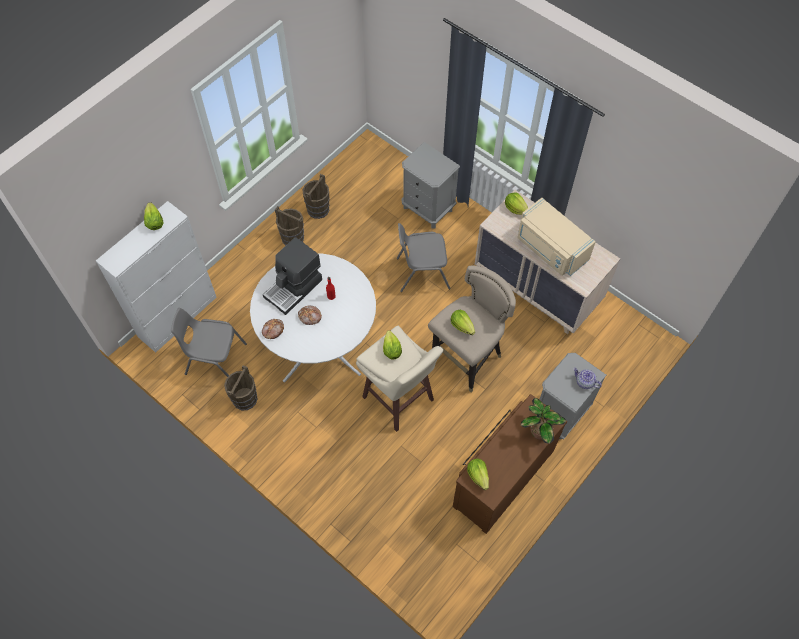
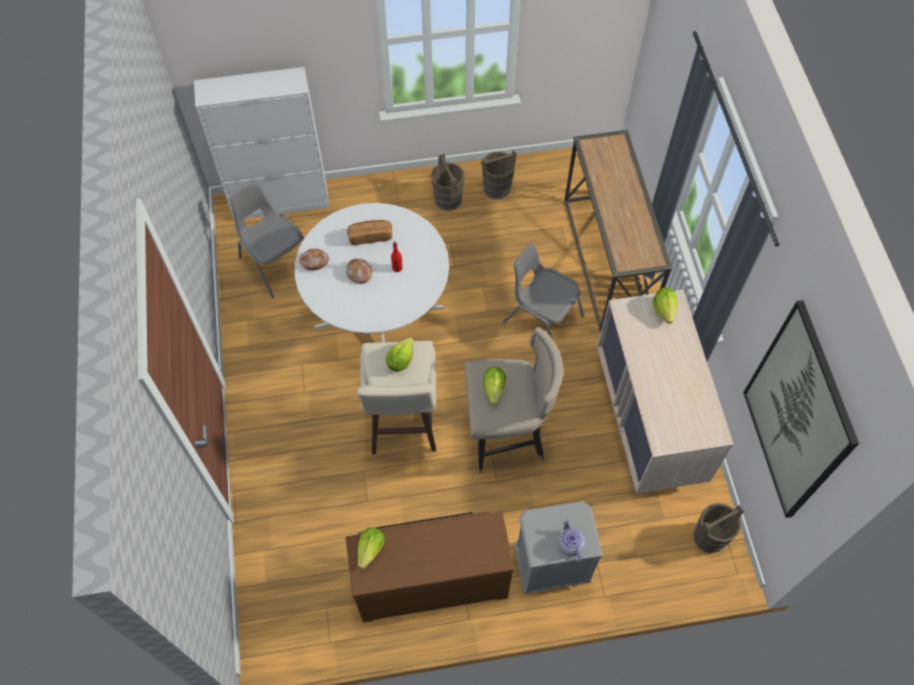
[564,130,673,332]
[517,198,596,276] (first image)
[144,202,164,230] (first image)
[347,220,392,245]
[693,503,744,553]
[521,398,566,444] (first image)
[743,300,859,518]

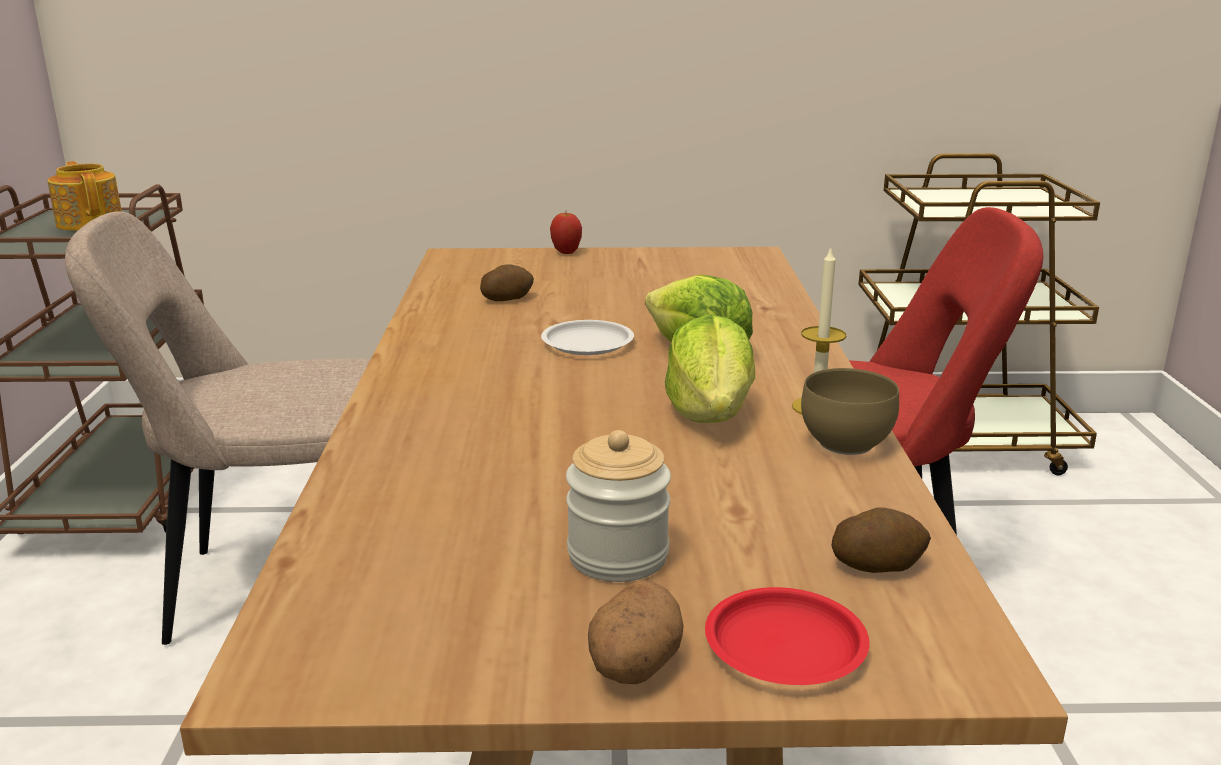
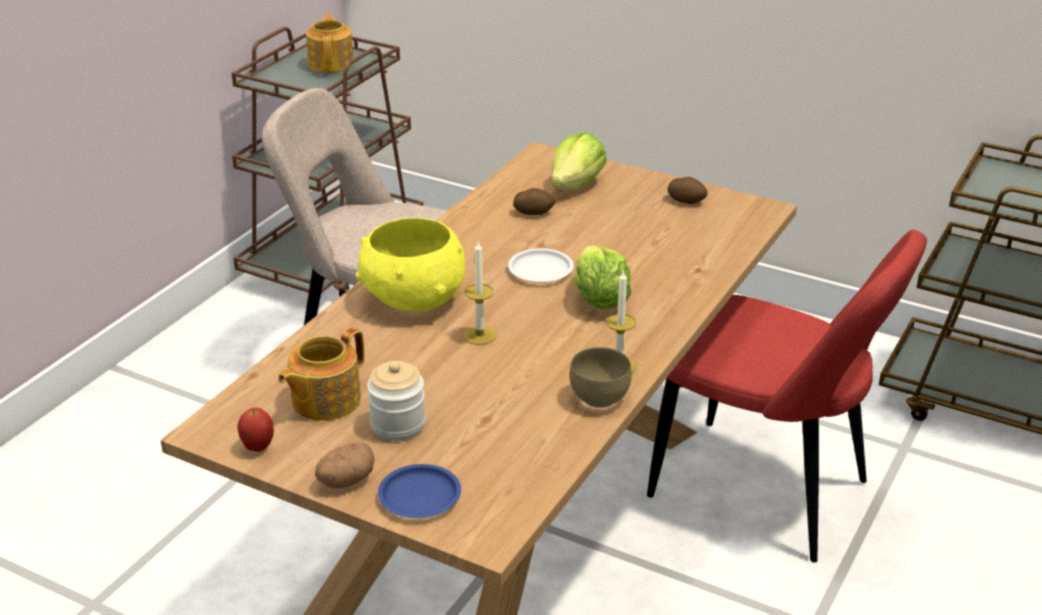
[237,408,274,452]
[552,132,607,190]
[667,177,708,204]
[378,464,461,518]
[356,218,465,312]
[463,242,497,345]
[278,327,365,420]

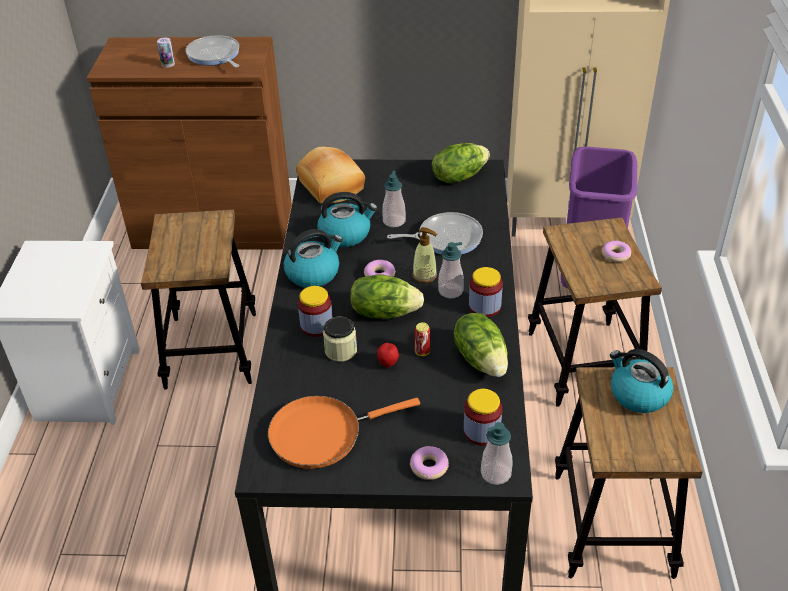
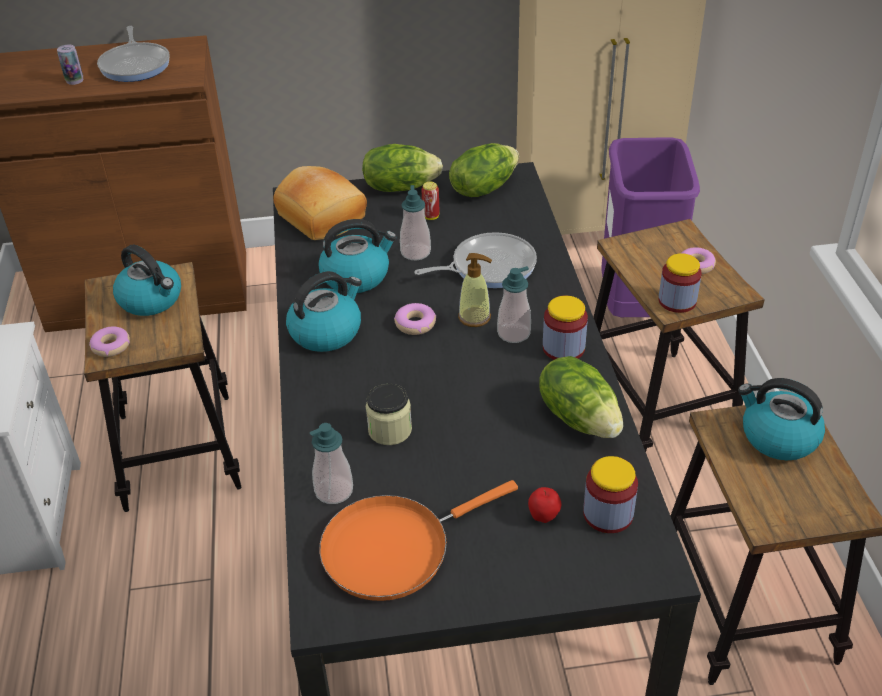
[97,26,170,82]
[362,144,443,192]
[659,253,702,313]
[421,182,439,220]
[528,487,561,523]
[309,423,353,504]
[89,327,130,357]
[113,245,181,316]

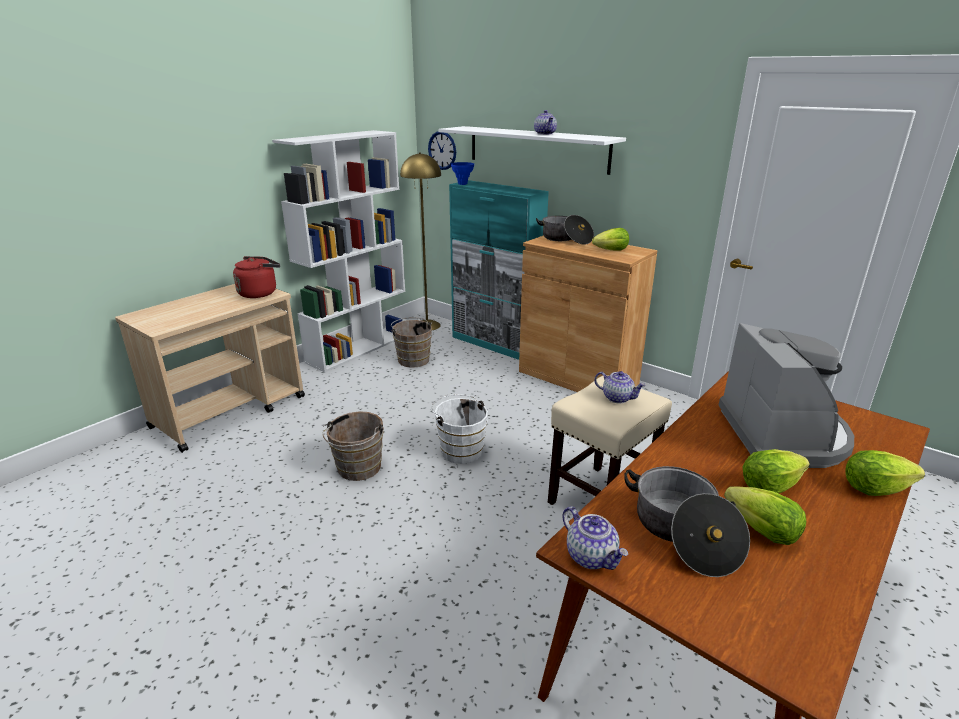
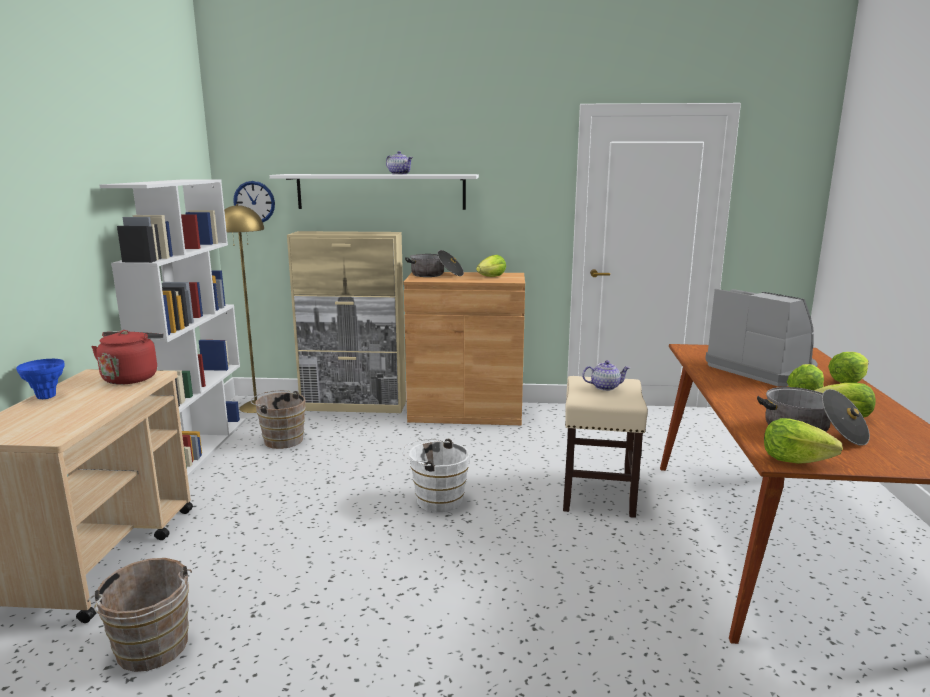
[16,359,65,399]
[287,231,406,413]
[88,558,192,672]
[764,418,843,464]

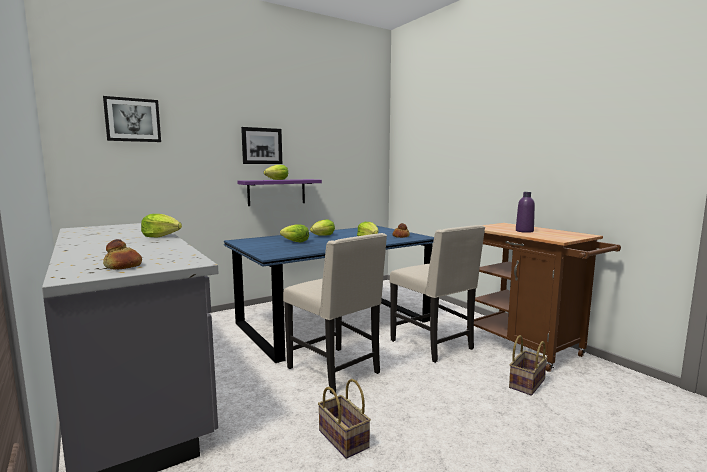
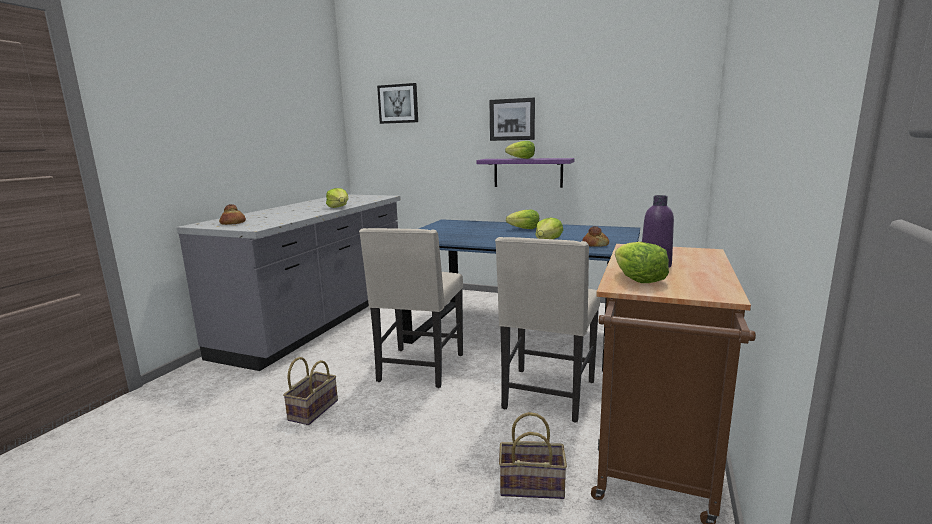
[615,242,669,283]

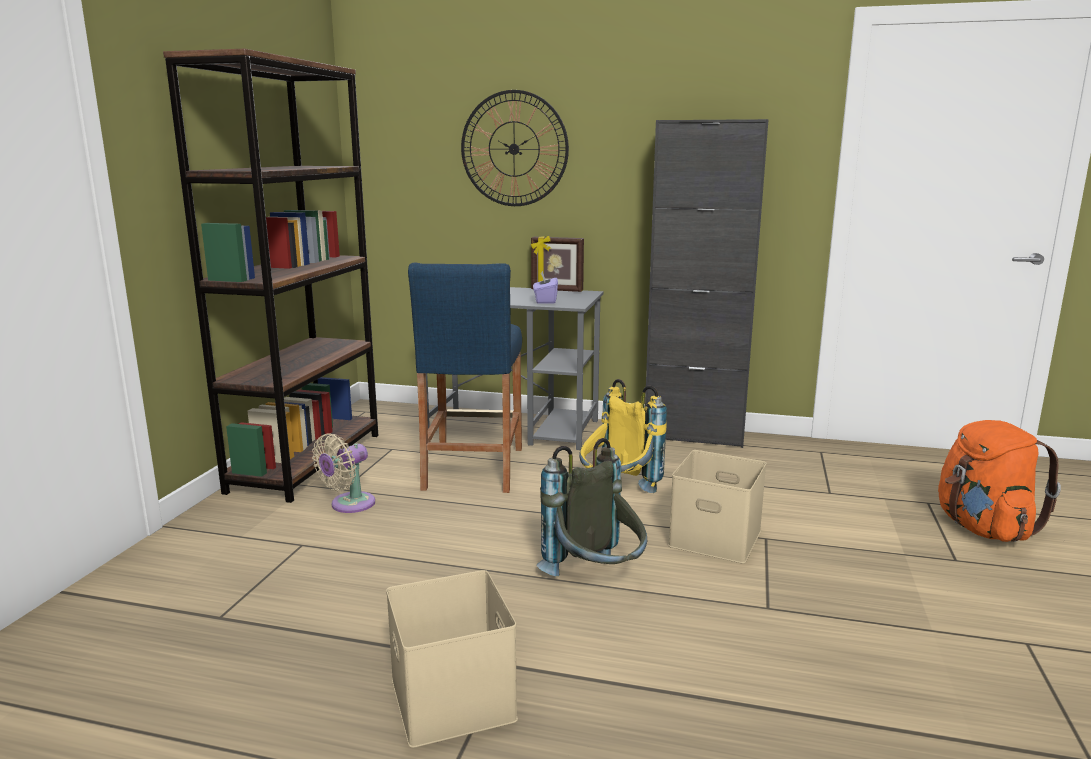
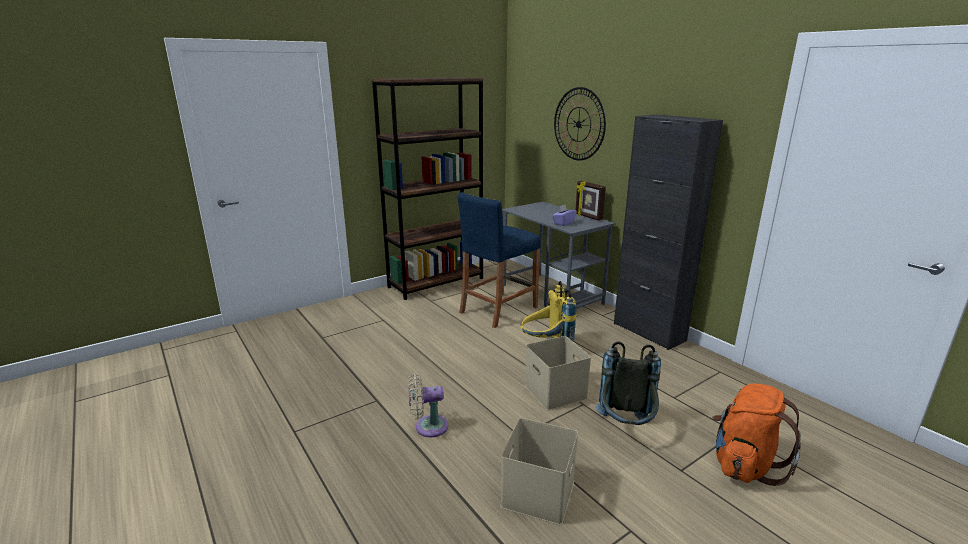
[408,373,448,437]
[595,341,661,425]
[500,418,578,525]

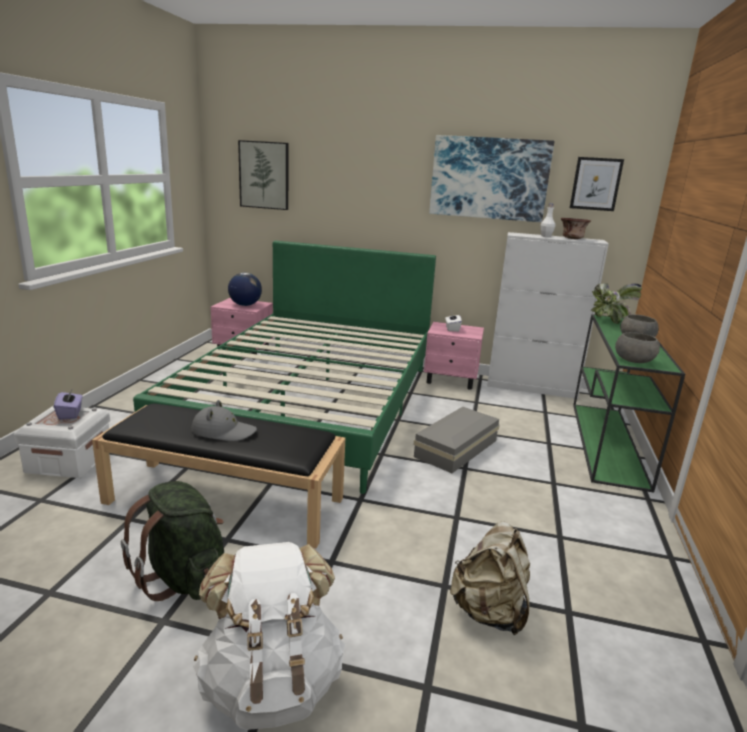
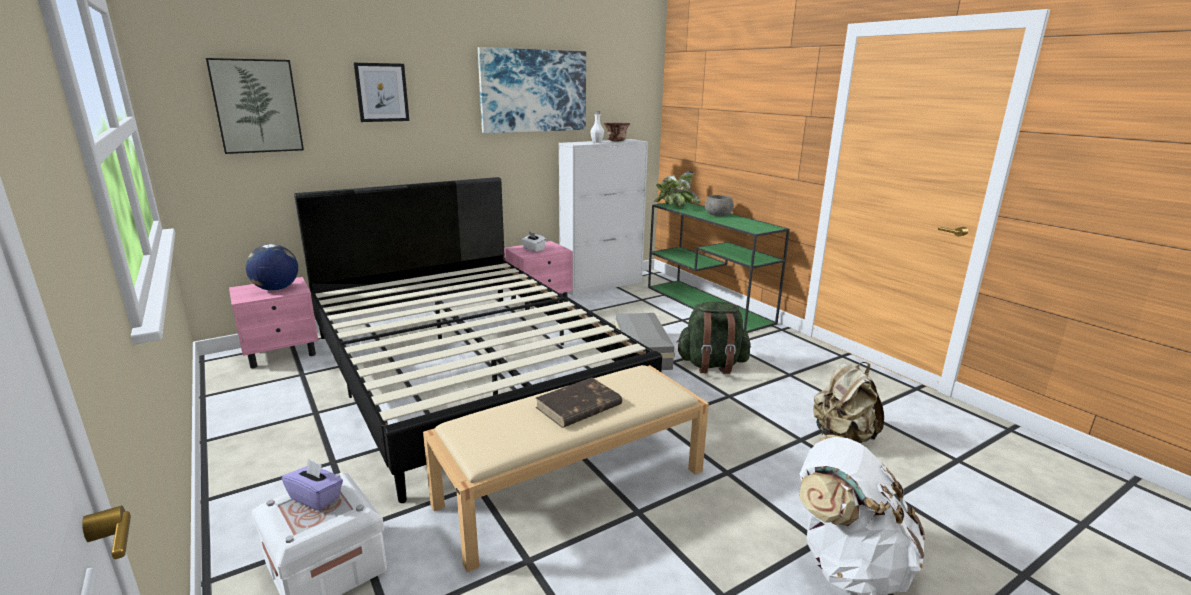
[354,63,409,122]
[294,177,662,503]
[615,332,660,363] (first image)
[535,377,622,428]
[423,365,709,573]
[676,301,751,374]

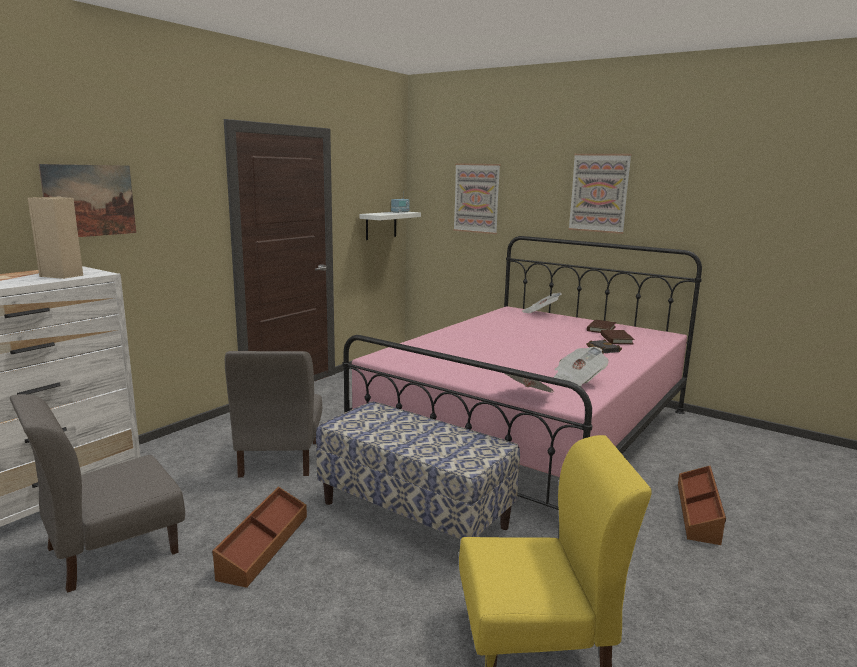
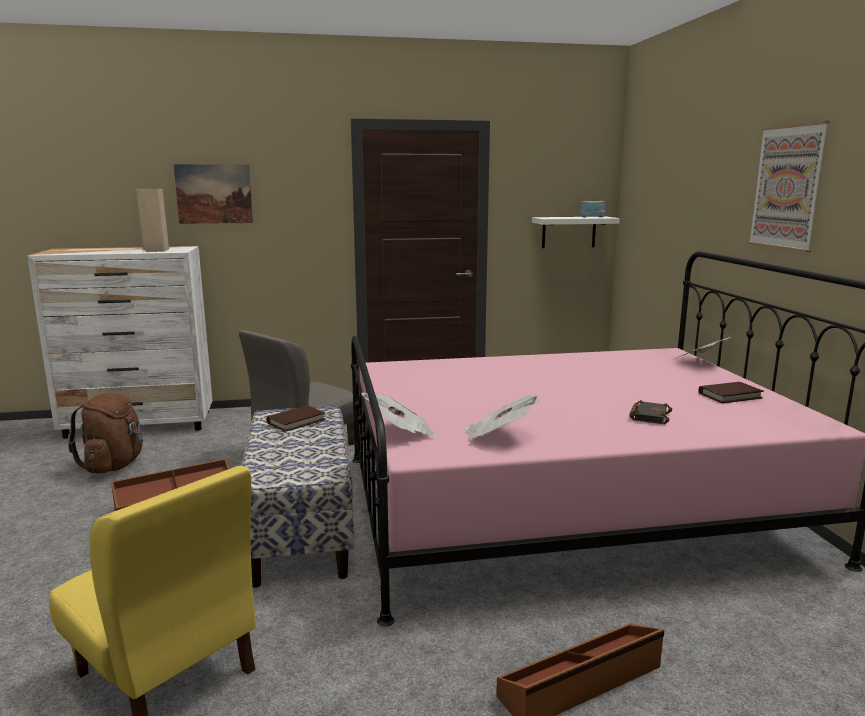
[453,163,500,234] (first image)
[267,405,326,432]
[68,393,143,474]

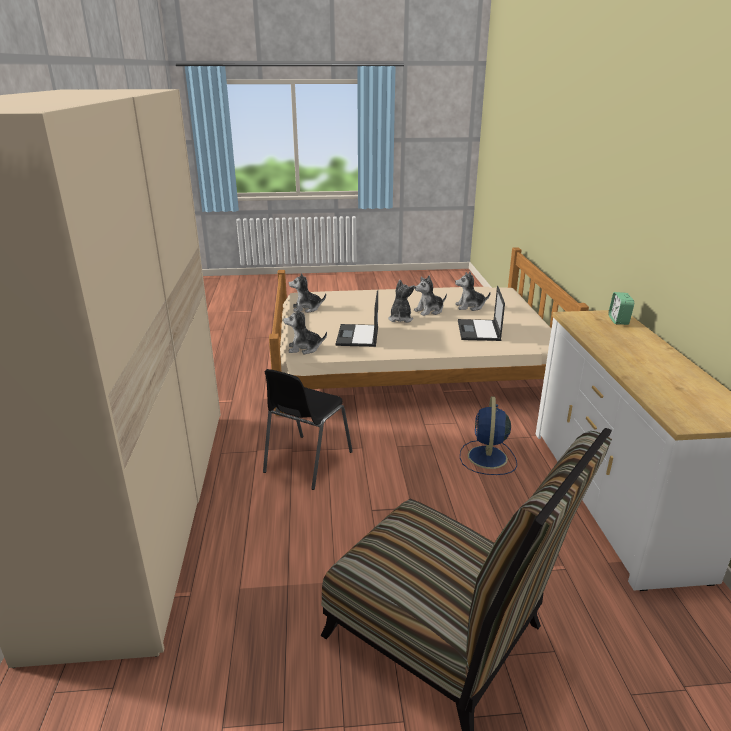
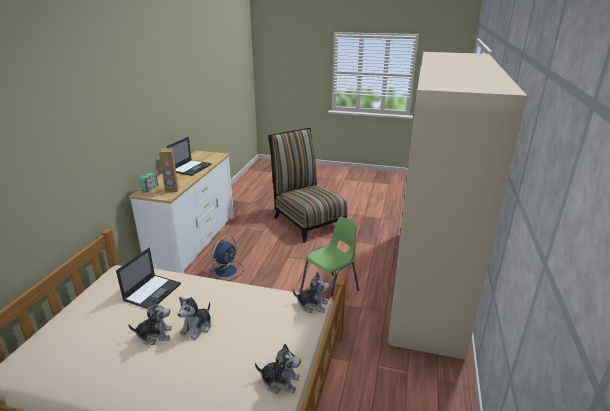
[455,272,491,311] (first image)
[167,137,211,176]
[300,217,359,298]
[159,148,179,193]

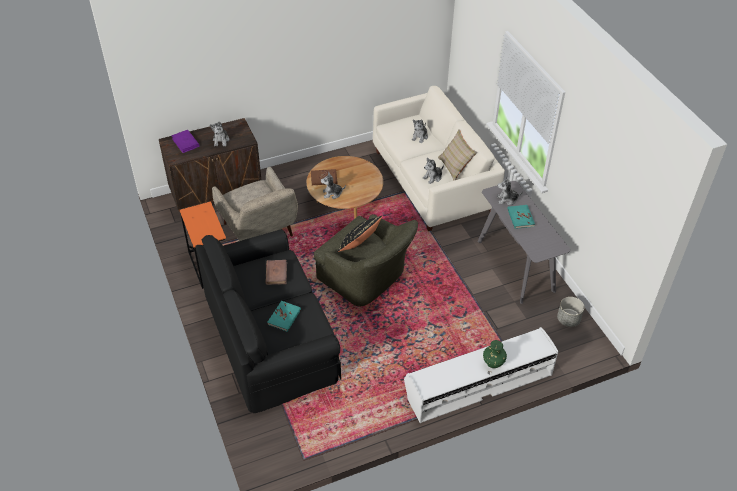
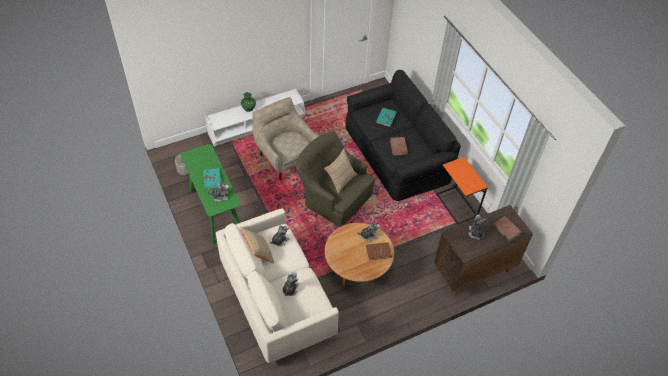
[493,216,522,242]
[252,97,319,181]
[181,144,241,245]
[324,149,357,194]

